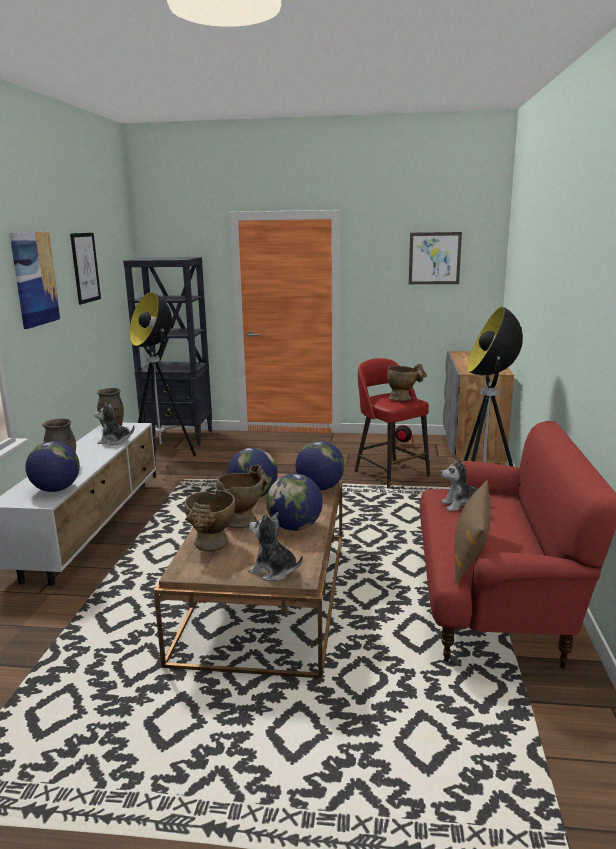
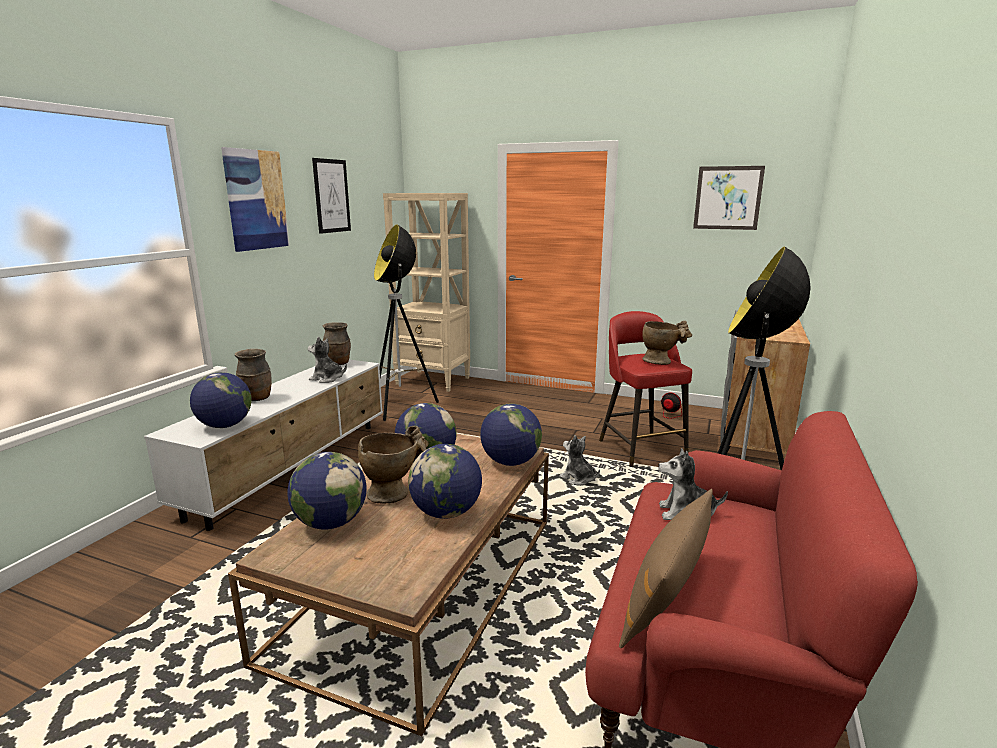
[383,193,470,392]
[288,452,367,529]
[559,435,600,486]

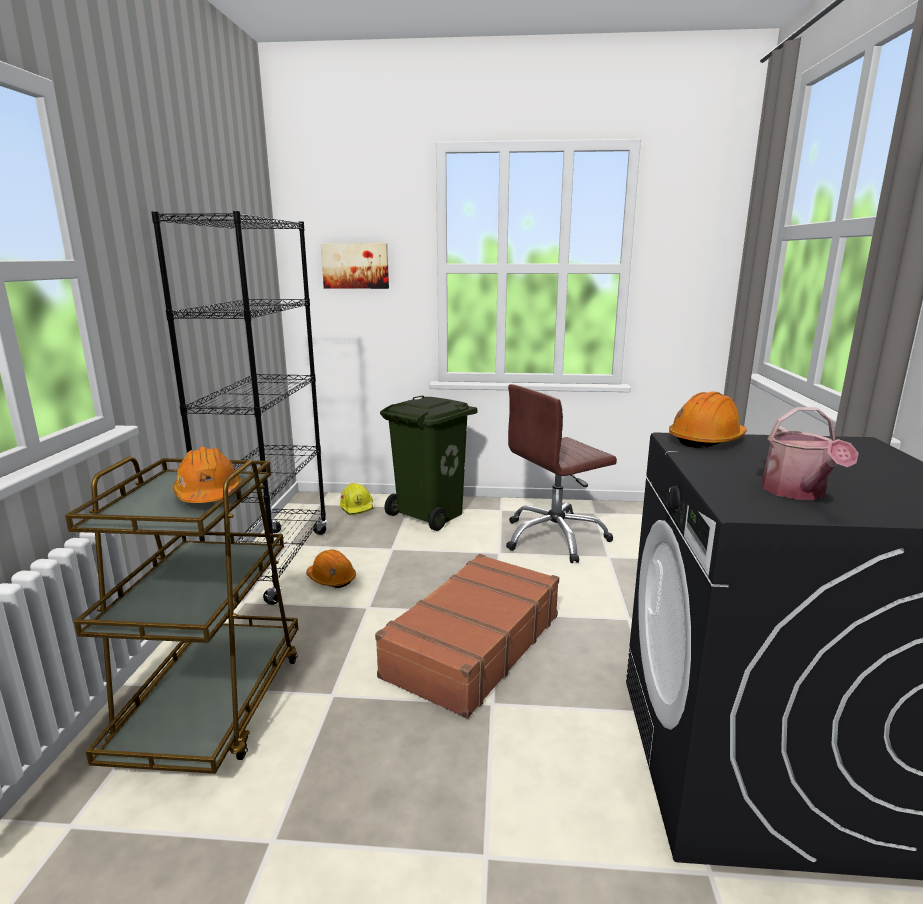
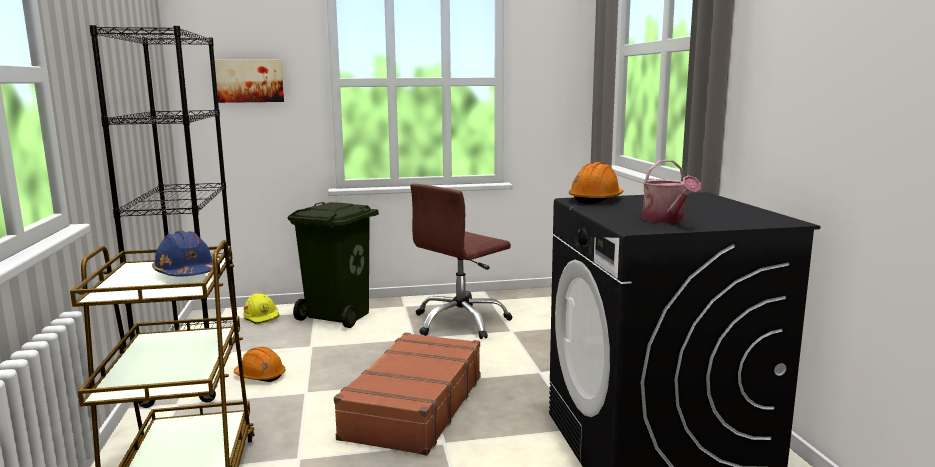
[152,231,213,277]

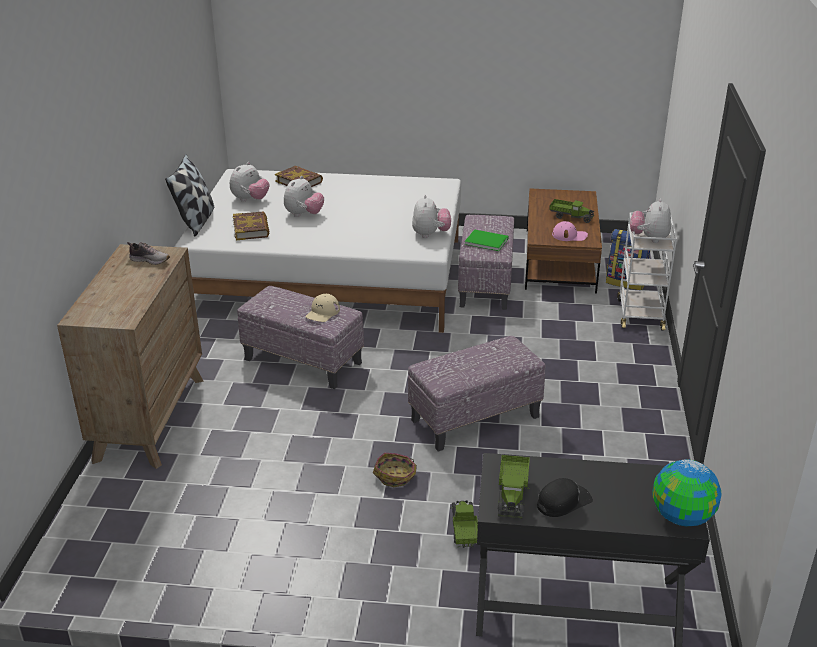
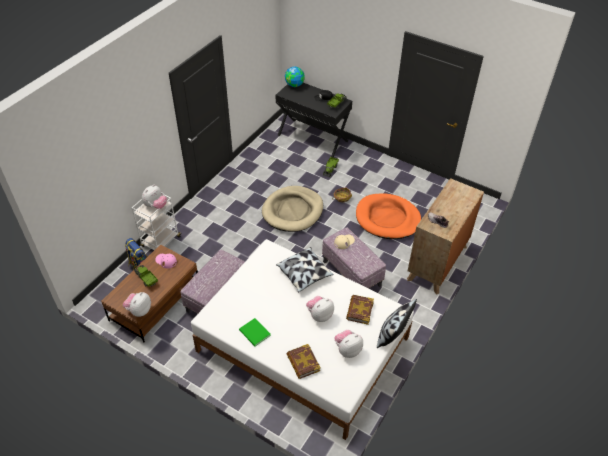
[123,292,151,317]
[239,318,271,346]
[262,186,323,232]
[356,193,421,239]
[276,247,334,292]

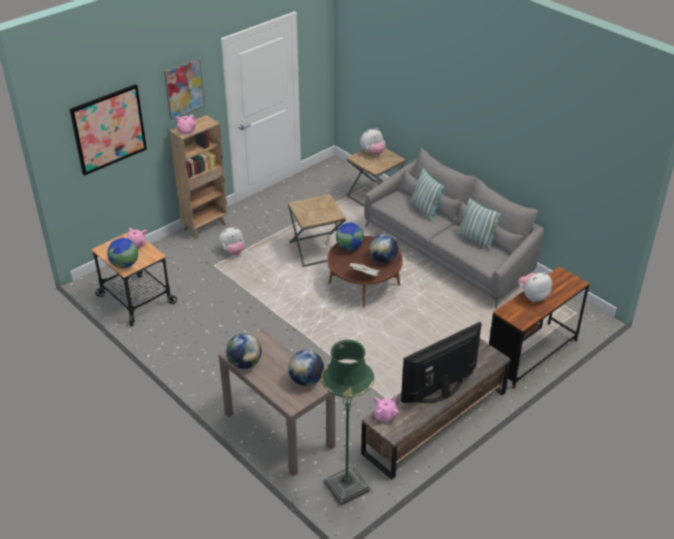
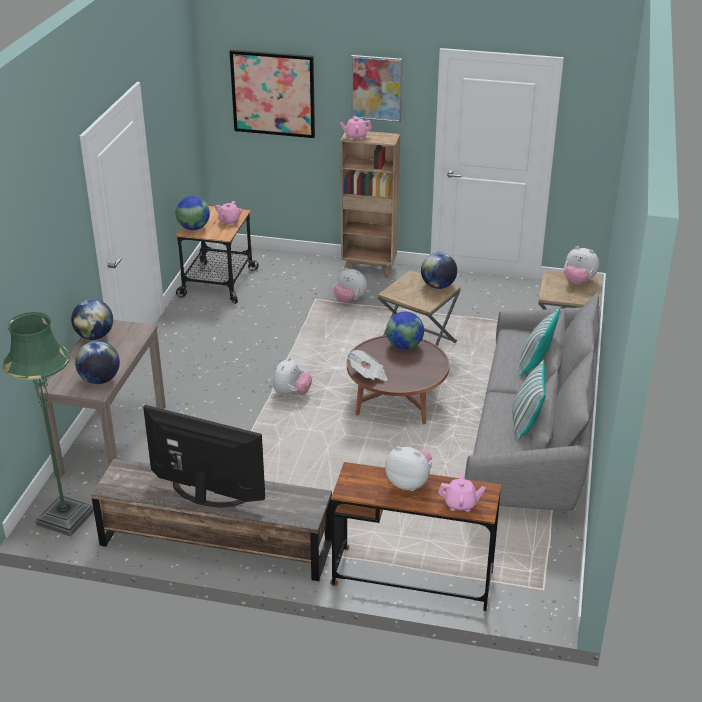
[421,252,457,289]
[438,473,486,512]
[273,357,312,396]

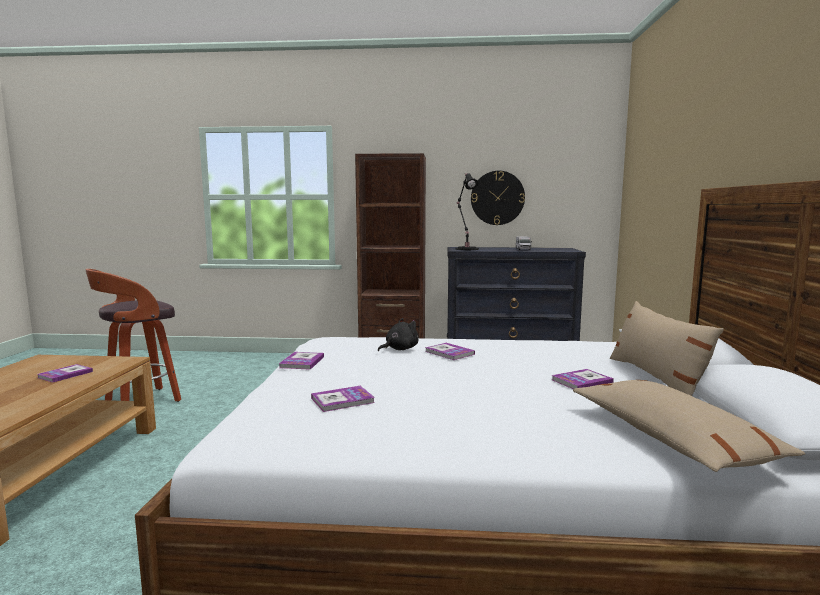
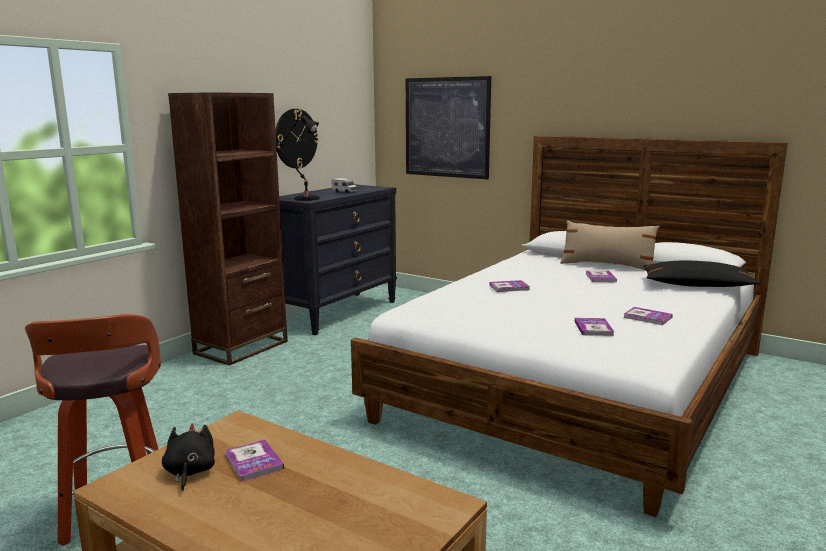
[162,423,215,491]
[623,307,673,325]
[643,261,760,287]
[406,76,491,179]

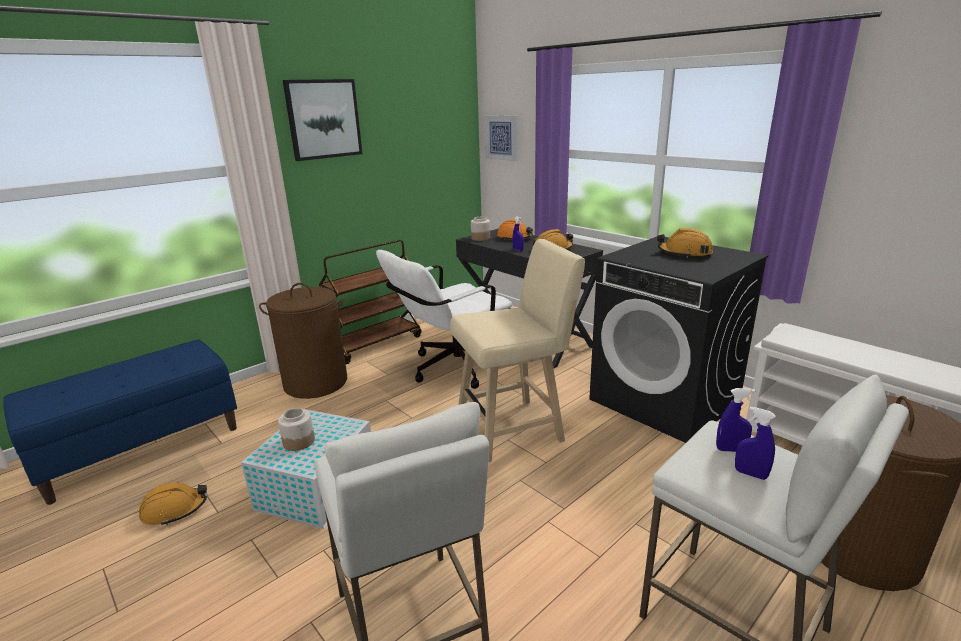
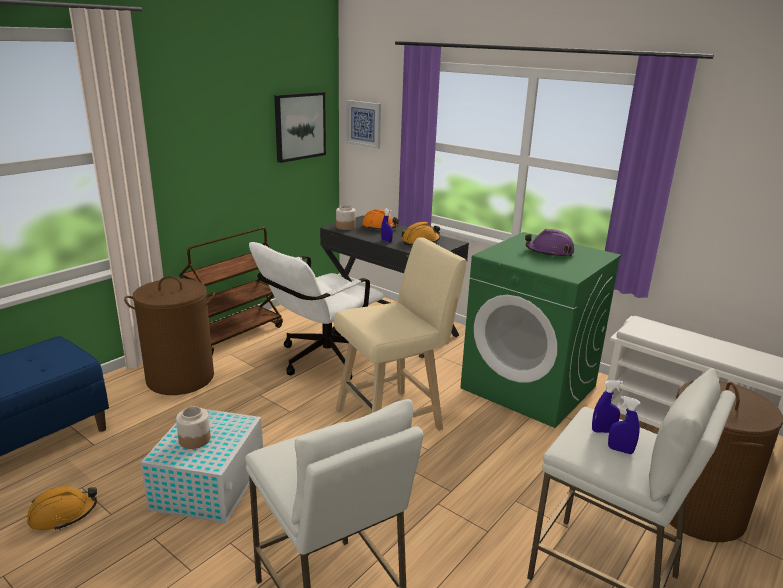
[274,92,326,163]
[525,229,574,257]
[460,232,621,428]

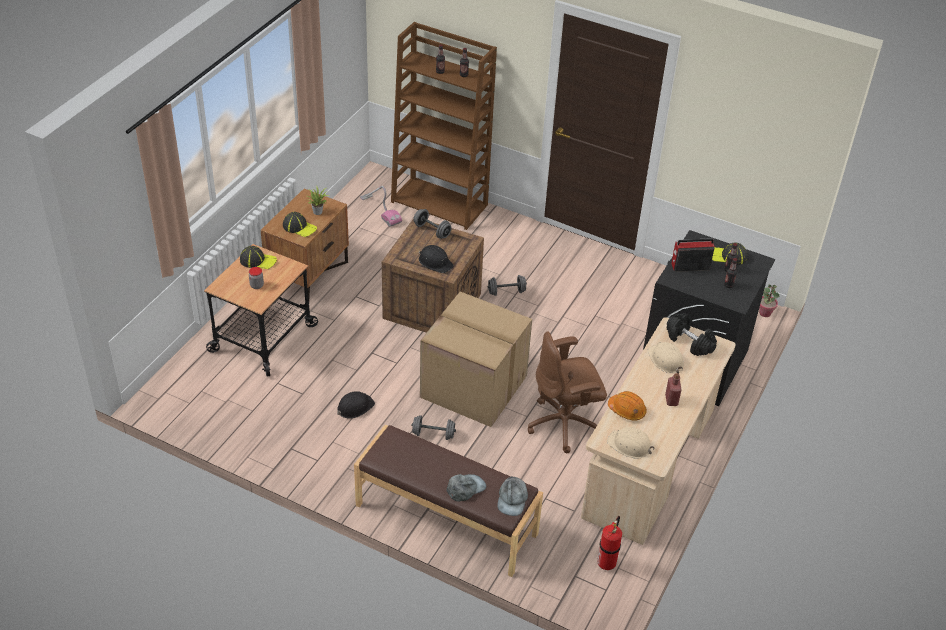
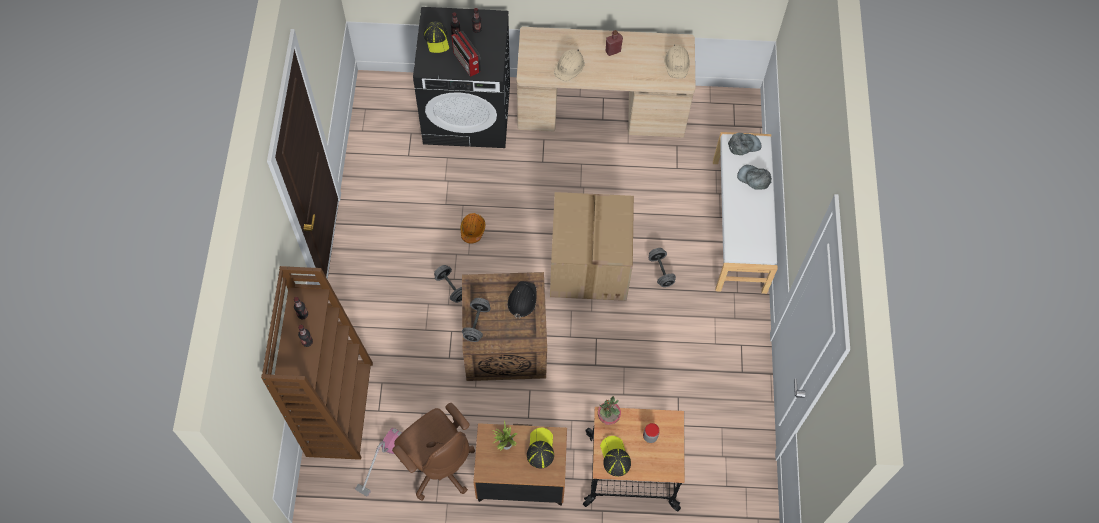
[598,396,621,425]
[667,313,717,356] (first image)
[392,403,475,501]
[337,391,375,419] (first image)
[460,213,485,244]
[713,132,778,294]
[597,516,622,570] (first image)

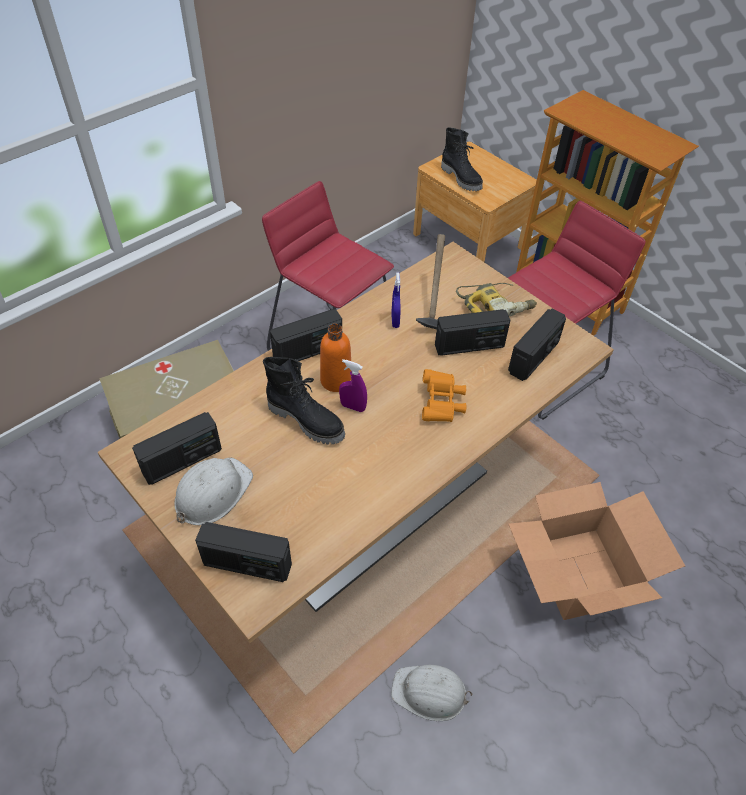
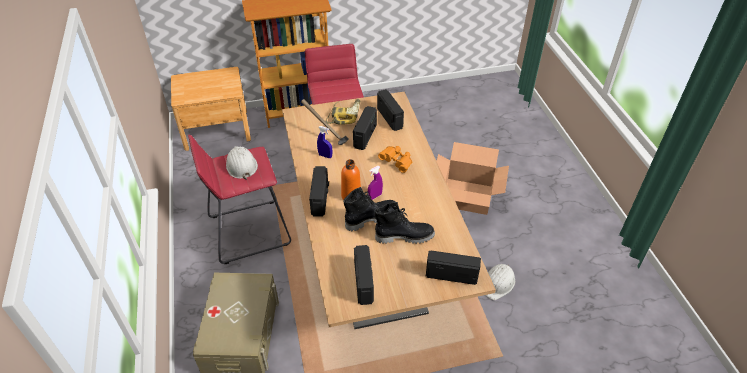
[375,202,435,244]
[226,146,258,180]
[426,250,481,285]

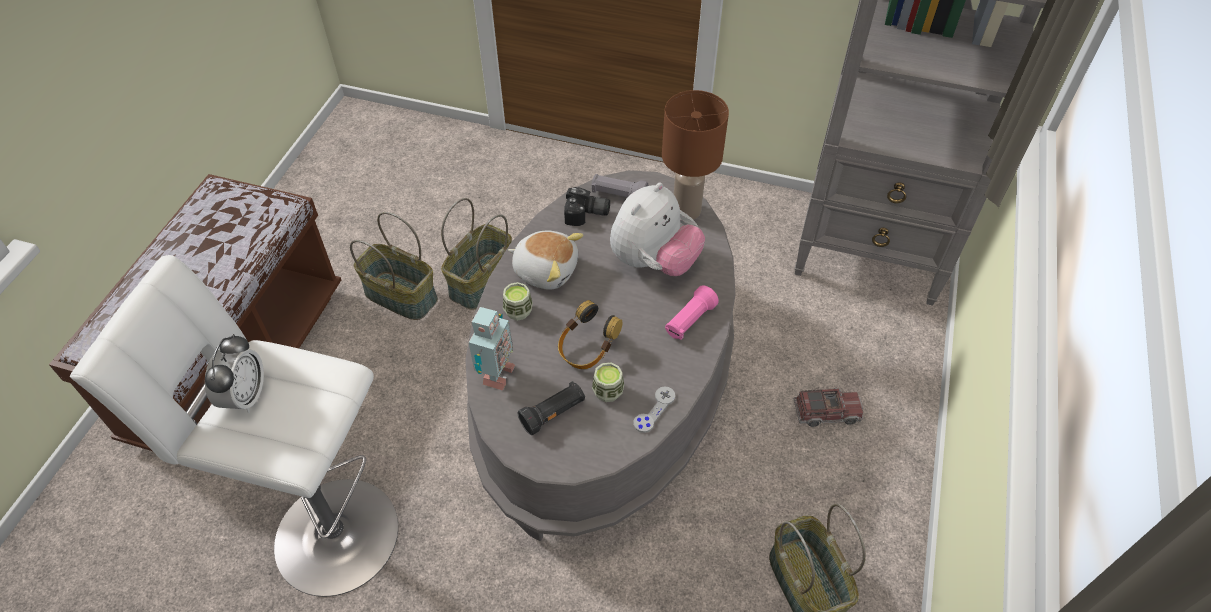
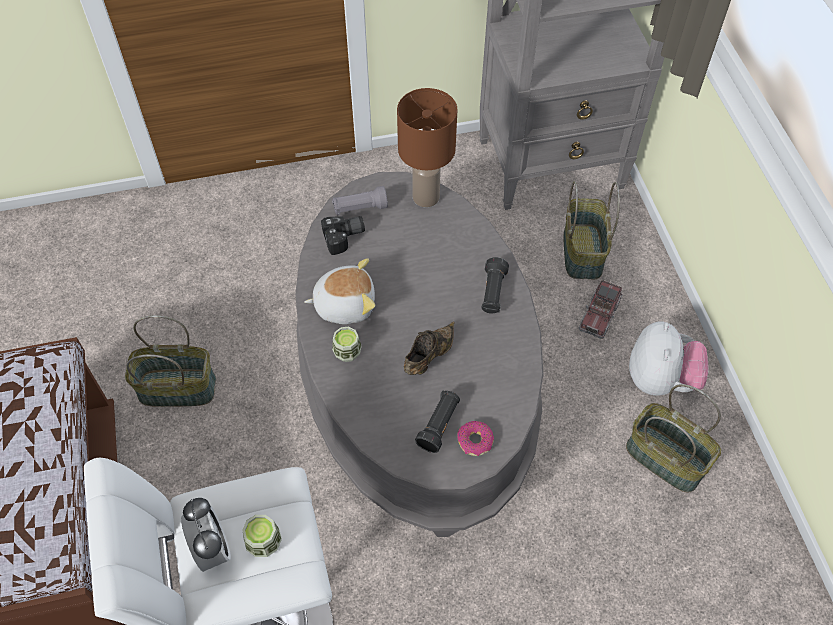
[629,321,708,396]
[563,181,620,279]
[481,257,509,314]
[404,321,454,375]
[469,307,515,391] (first image)
[242,515,282,557]
[633,386,675,433] (first image)
[579,280,623,339]
[457,421,494,456]

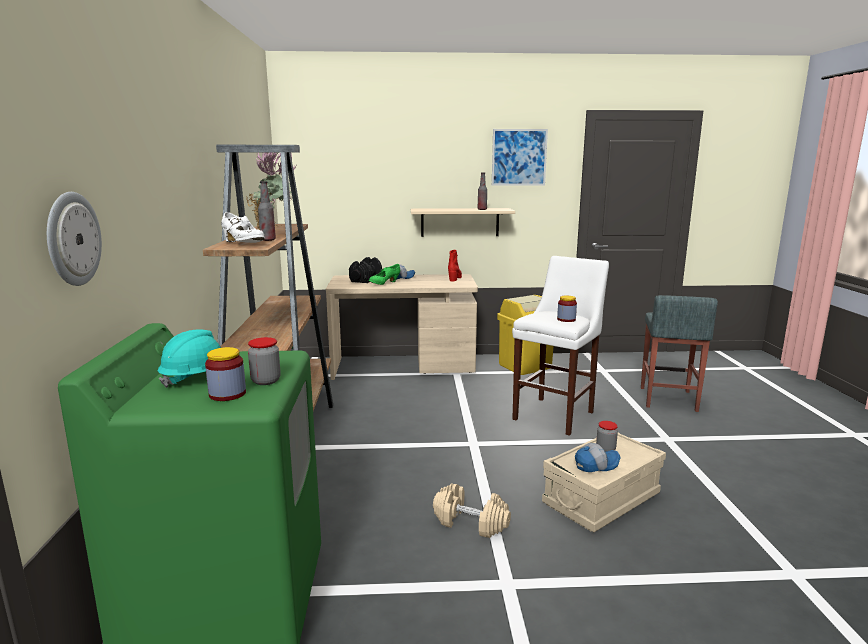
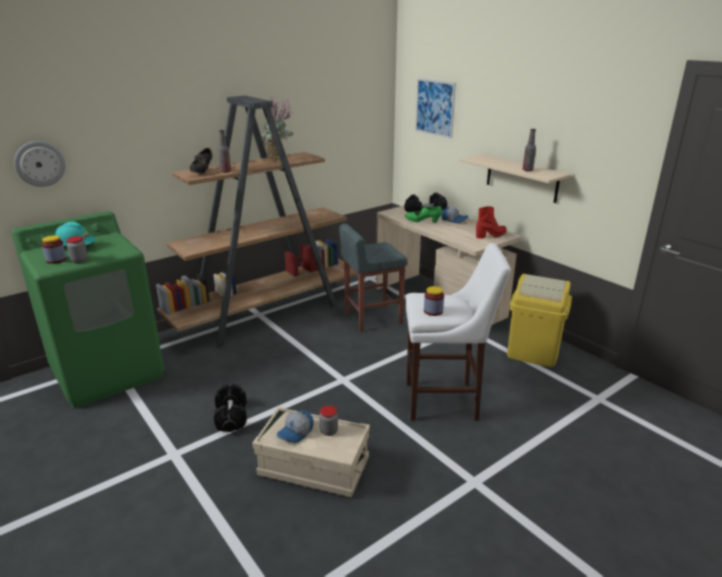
[415,78,456,138]
[190,148,212,173]
[339,224,408,332]
[277,410,314,443]
[213,384,247,432]

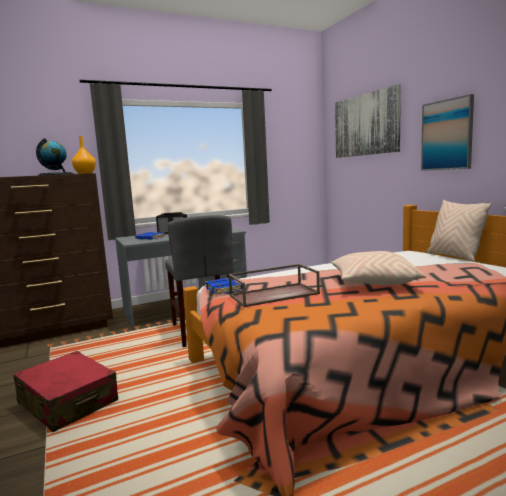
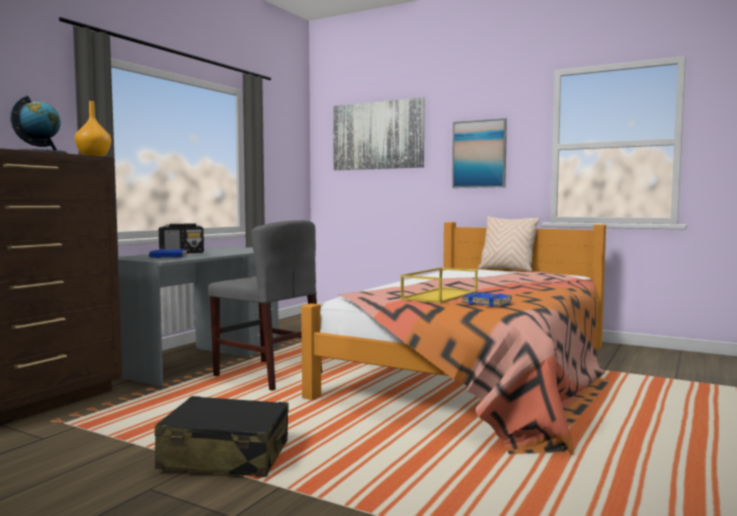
[331,251,426,285] (first image)
[400,267,478,304]
[461,292,511,307]
[155,396,289,477]

